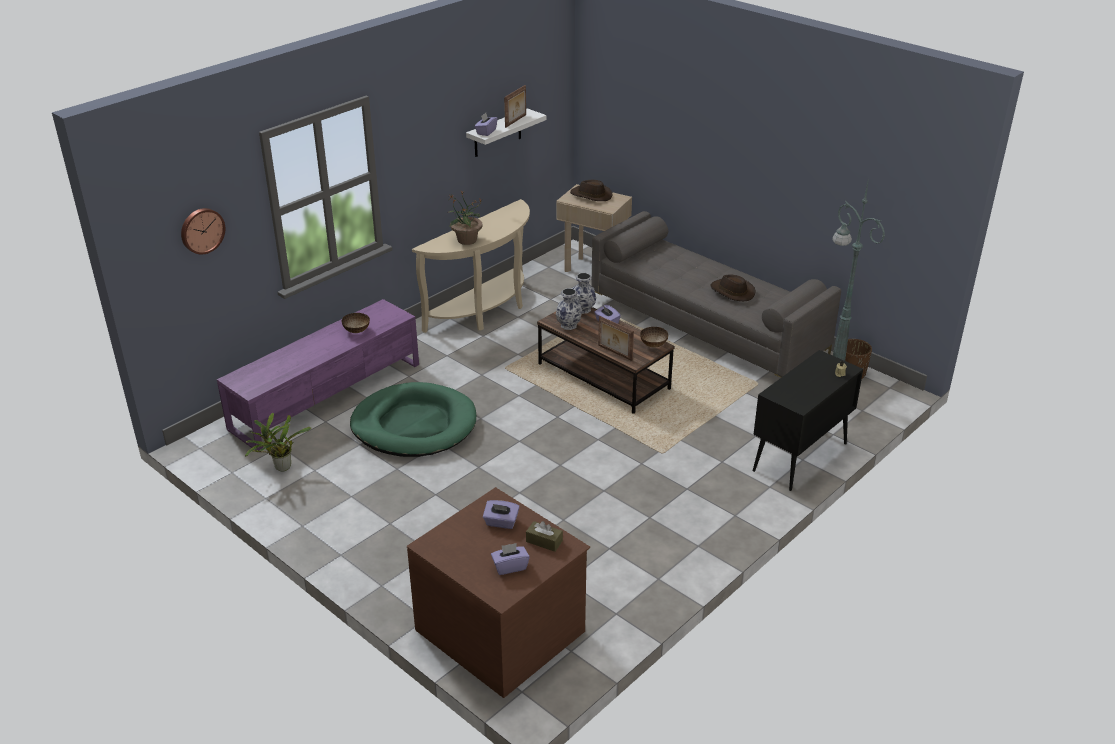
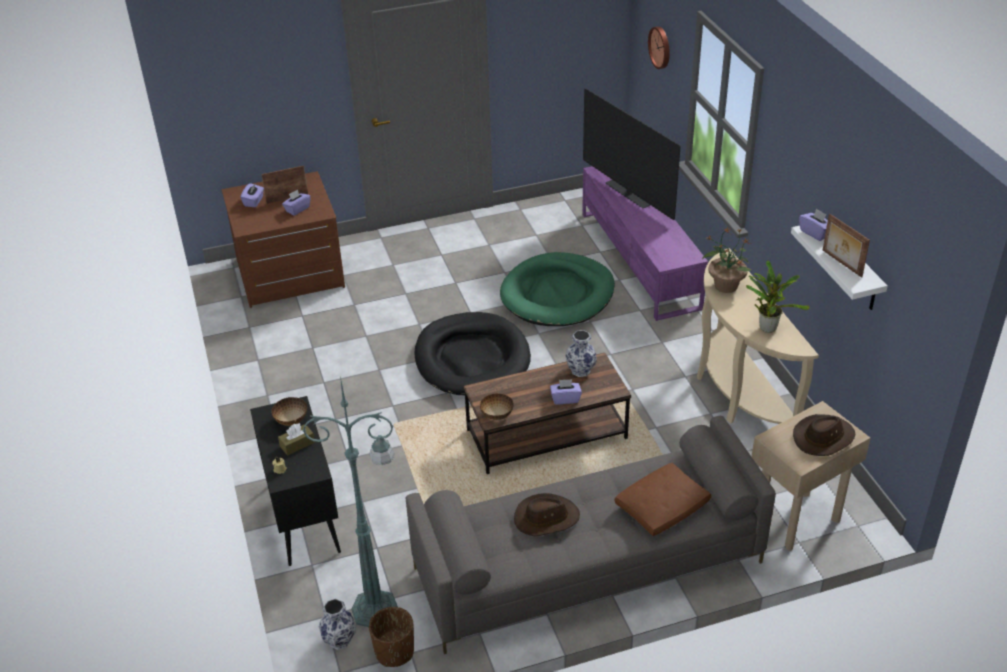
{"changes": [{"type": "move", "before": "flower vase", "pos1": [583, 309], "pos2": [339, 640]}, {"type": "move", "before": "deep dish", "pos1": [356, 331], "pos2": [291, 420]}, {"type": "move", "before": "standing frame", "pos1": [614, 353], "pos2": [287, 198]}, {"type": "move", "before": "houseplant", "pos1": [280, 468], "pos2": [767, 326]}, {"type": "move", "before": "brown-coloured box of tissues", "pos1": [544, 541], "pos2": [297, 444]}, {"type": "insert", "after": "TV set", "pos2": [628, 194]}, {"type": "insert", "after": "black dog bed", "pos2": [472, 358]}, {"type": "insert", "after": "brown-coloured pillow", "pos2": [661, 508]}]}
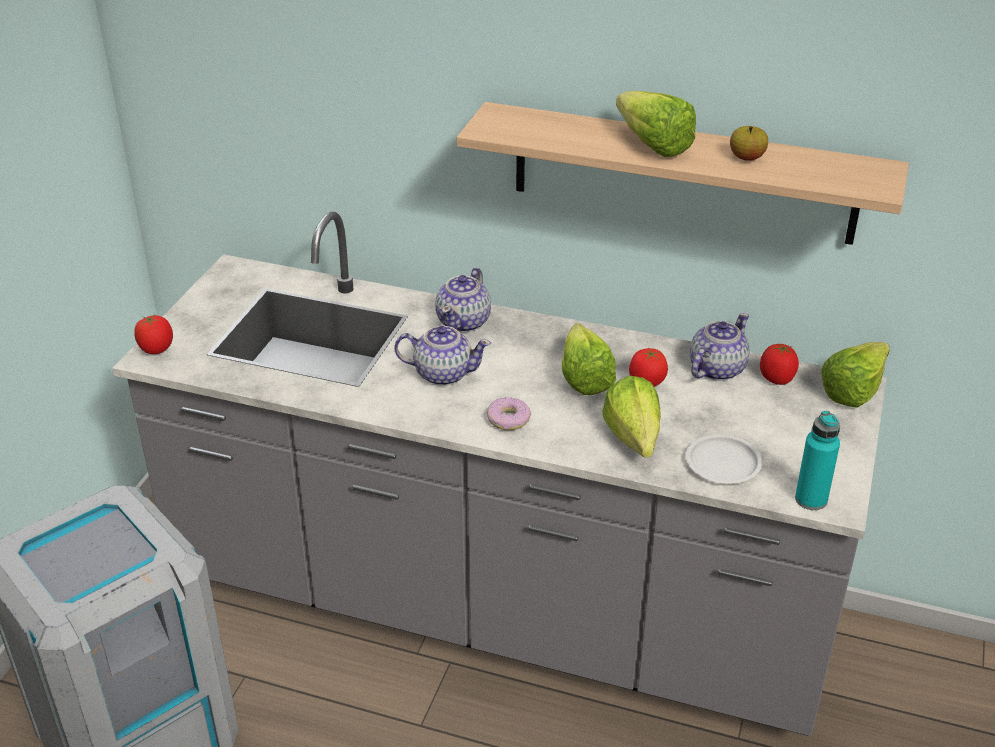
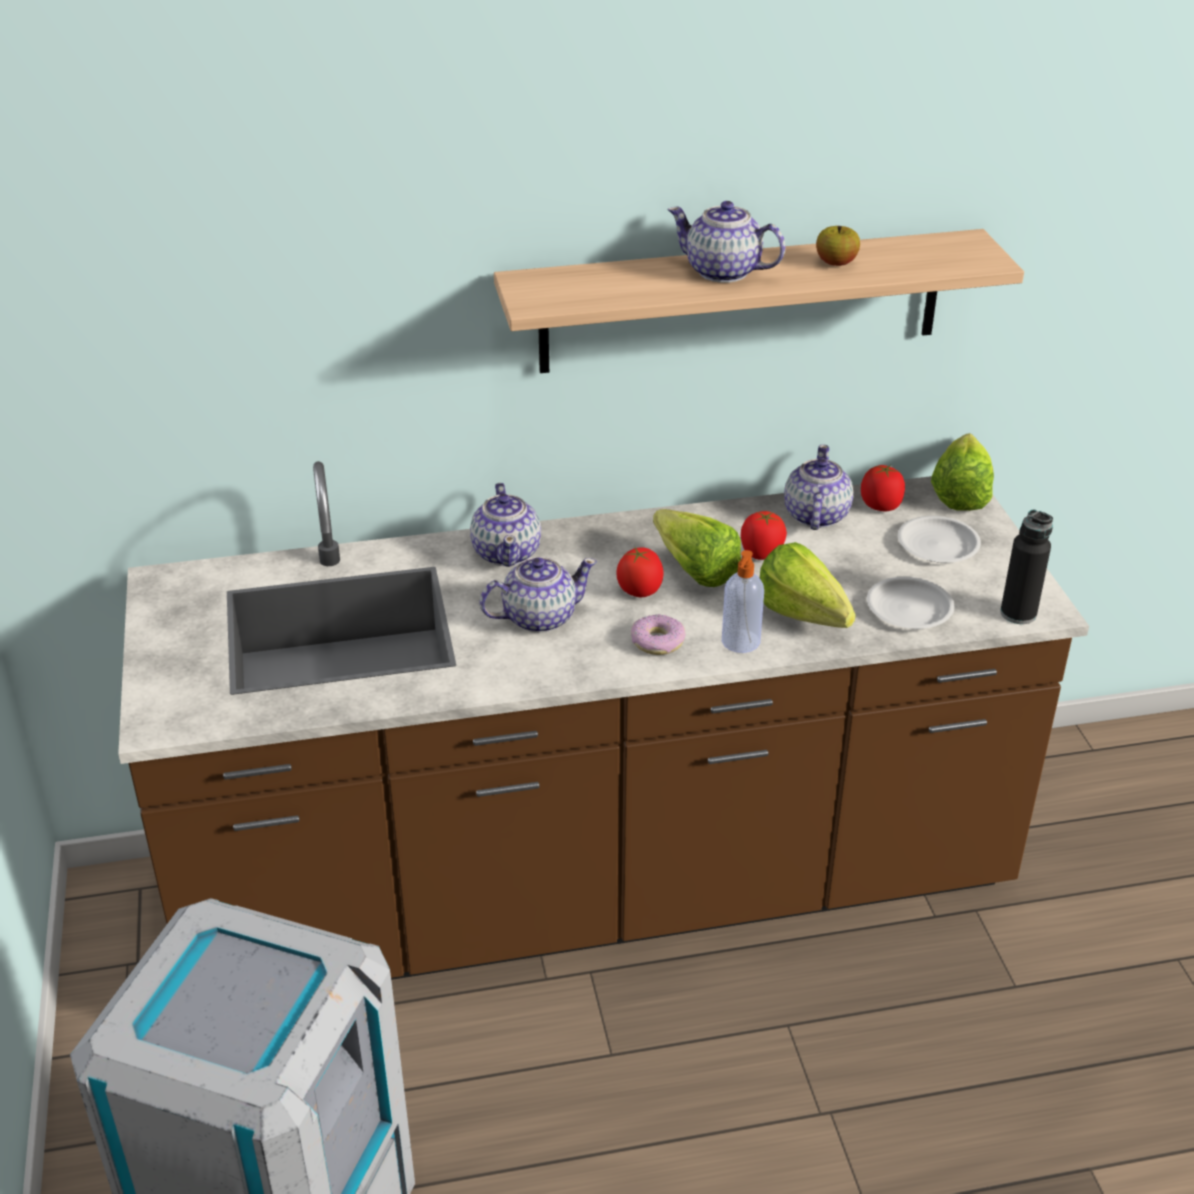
{"changes": [{"type": "replace", "before": "head of lettuce", "after": "pot for tea", "pos1": [649, 143], "pos2": [723, 272]}, {"type": "recolor", "before": "grey kitchen base unit", "after": "brown-coloured kitchen base unit", "pos1": [497, 608], "pos2": [597, 891]}, {"type": "move", "before": "fresh tomato", "pos1": [157, 349], "pos2": [640, 590]}, {"type": "recolor", "before": "turquoise beverage bottle", "after": "black beverage bottle", "pos1": [811, 499], "pos2": [1018, 613]}, {"type": "insert", "after": "white plate", "pos2": [938, 544]}, {"type": "insert", "after": "soap dispenser", "pos2": [740, 642]}]}
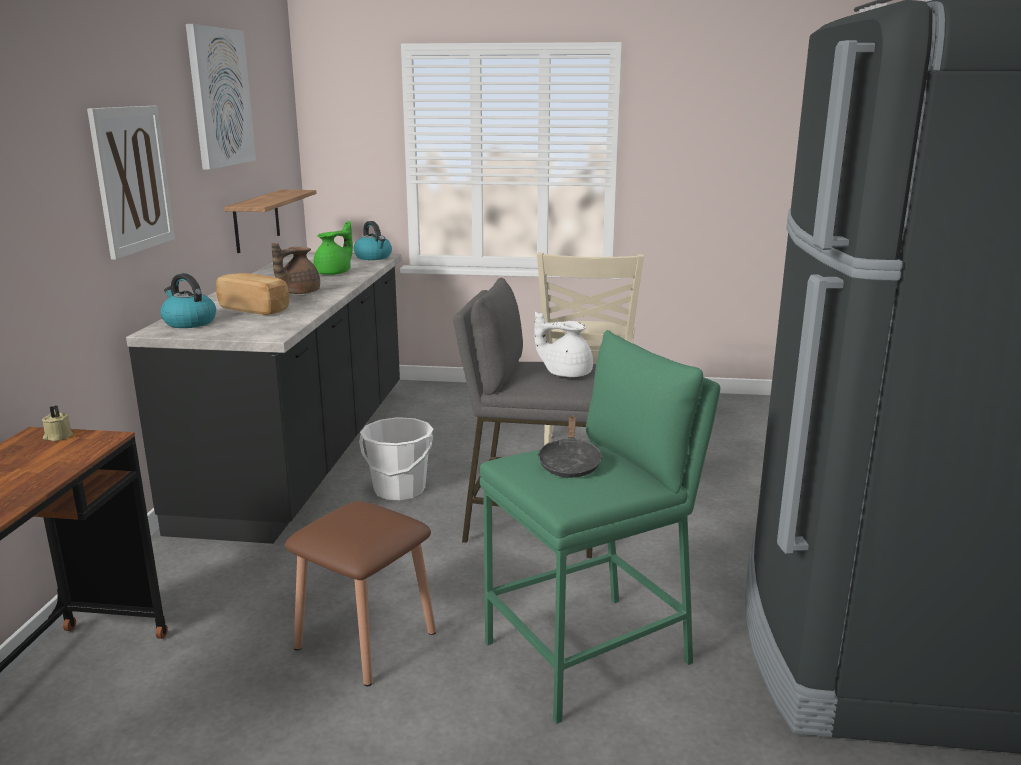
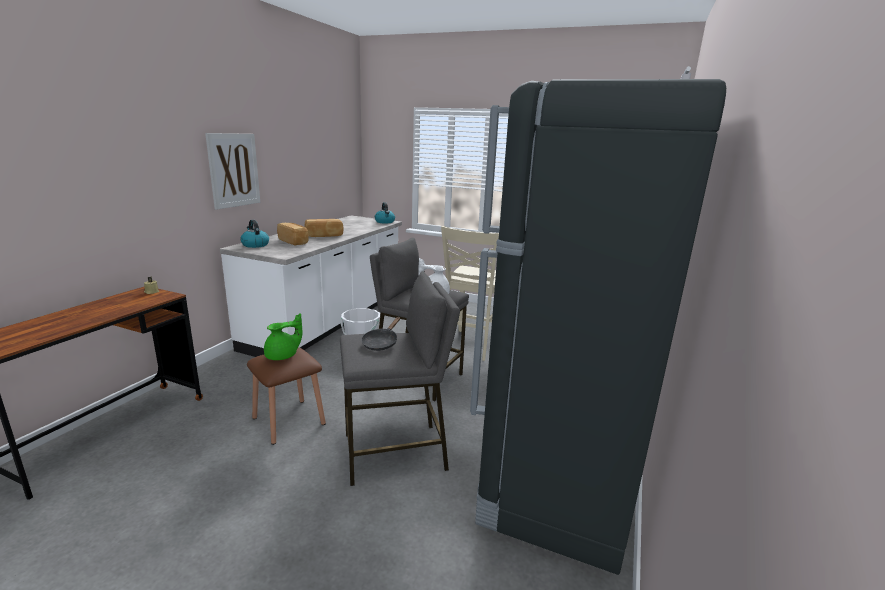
{"changes": [{"type": "delete", "before": "wall art", "pos1": [220, 97]}, {"type": "delete", "before": "wall shelf", "pos1": [256, 220]}, {"type": "move", "before": "green-coloured pot for tea", "pos1": [334, 273], "pos2": [283, 356]}, {"type": "replace", "before": "brown-coloured pot for tea", "after": "baked bread", "pos1": [298, 292], "pos2": [324, 236]}, {"type": "recolor", "before": "black kitchen base unit", "after": "white kitchen base unit", "pos1": [305, 453], "pos2": [329, 321]}, {"type": "recolor", "before": "green-coloured stool seat", "after": "grey stool seat", "pos1": [589, 654], "pos2": [395, 452]}]}
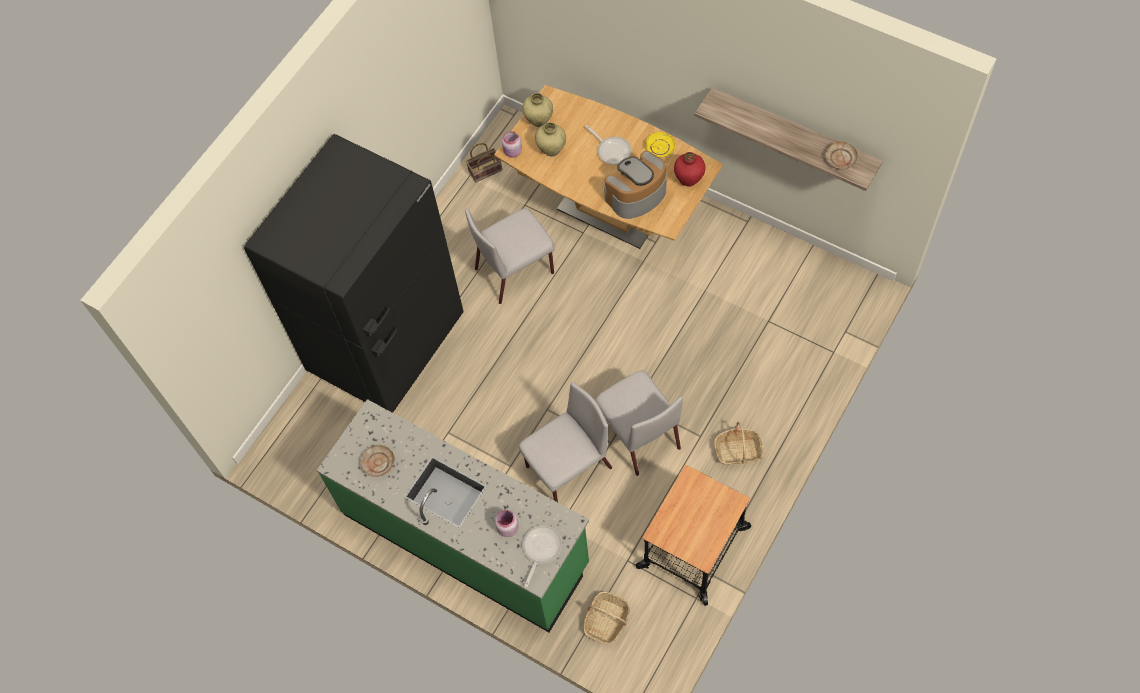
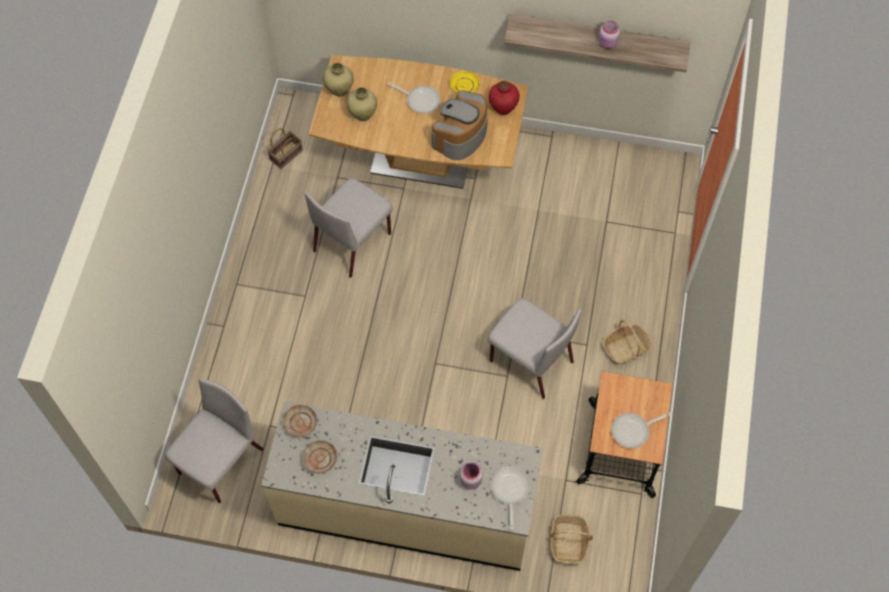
{"changes": [{"type": "move", "before": "pinkish jar", "pos1": [512, 152], "pos2": [607, 43]}, {"type": "delete", "before": "black refrigerator", "pos1": [387, 344]}, {"type": "move", "before": "beige-coloured plate", "pos1": [840, 158], "pos2": [300, 423]}, {"type": "move", "before": "grey chair", "pos1": [567, 468], "pos2": [220, 463]}, {"type": "recolor", "before": "green-coloured kitchen base unit", "after": "beige-coloured kitchen base unit", "pos1": [466, 538], "pos2": [406, 508]}, {"type": "insert", "after": "frying pan", "pos2": [633, 431]}]}
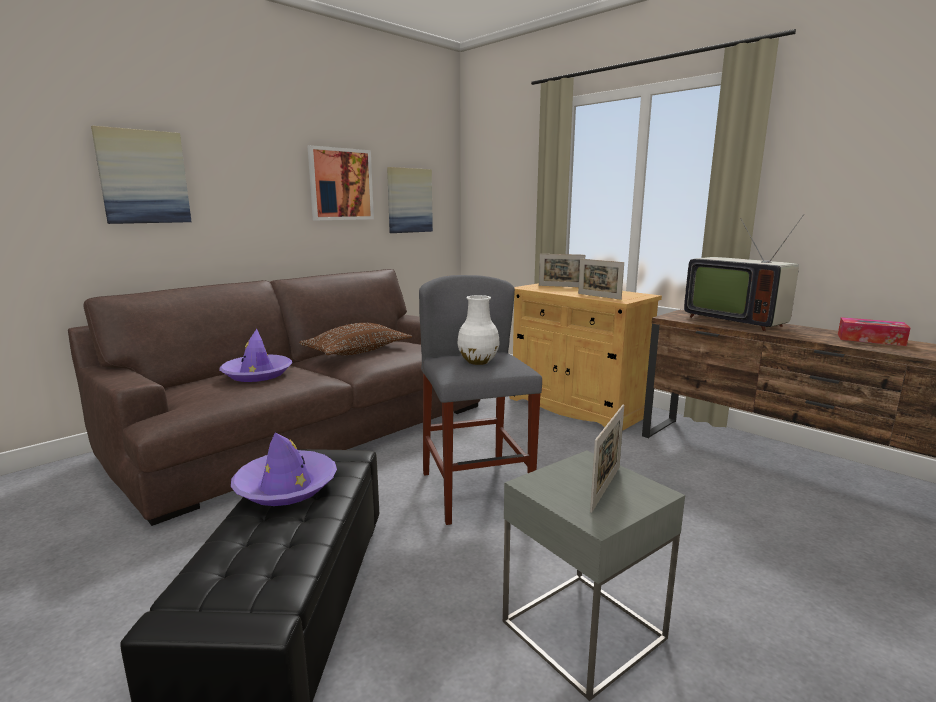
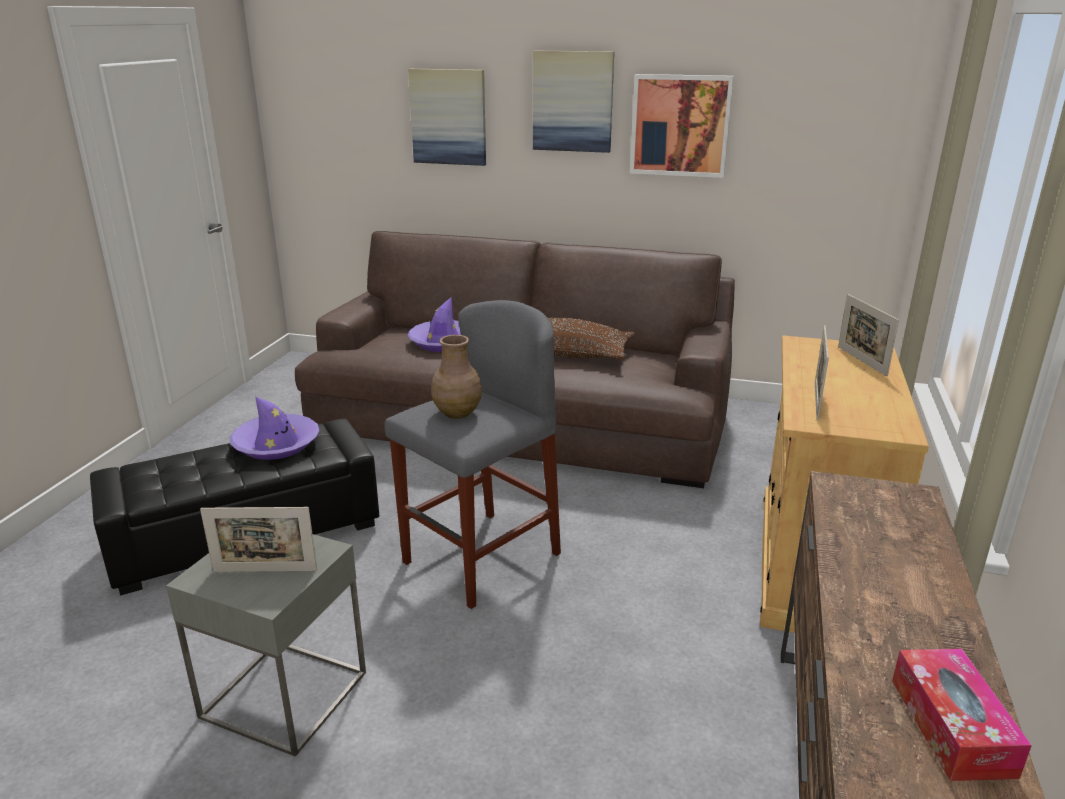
{"changes": [{"type": "move", "before": "wall art", "pos1": [409, 200], "pos2": [573, 101]}, {"type": "delete", "before": "TV set", "pos1": [735, 321]}, {"type": "recolor", "before": "white flower vase", "after": "brown-coloured flower vase", "pos1": [477, 361], "pos2": [457, 412]}]}
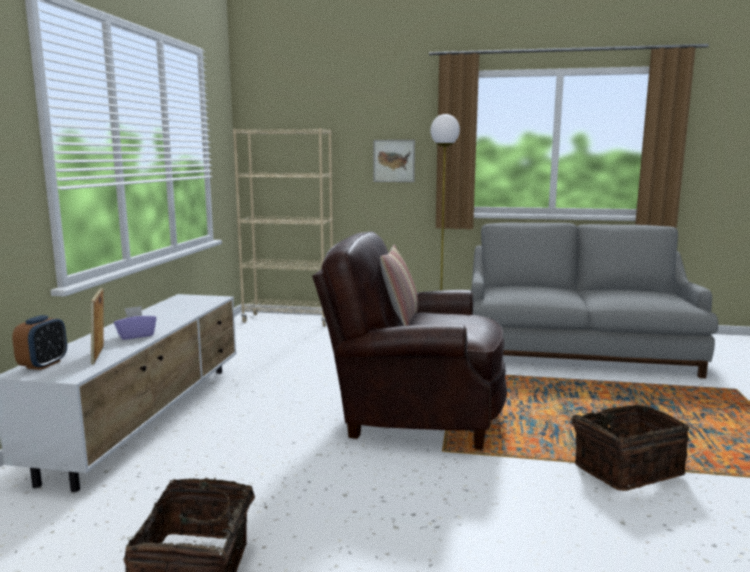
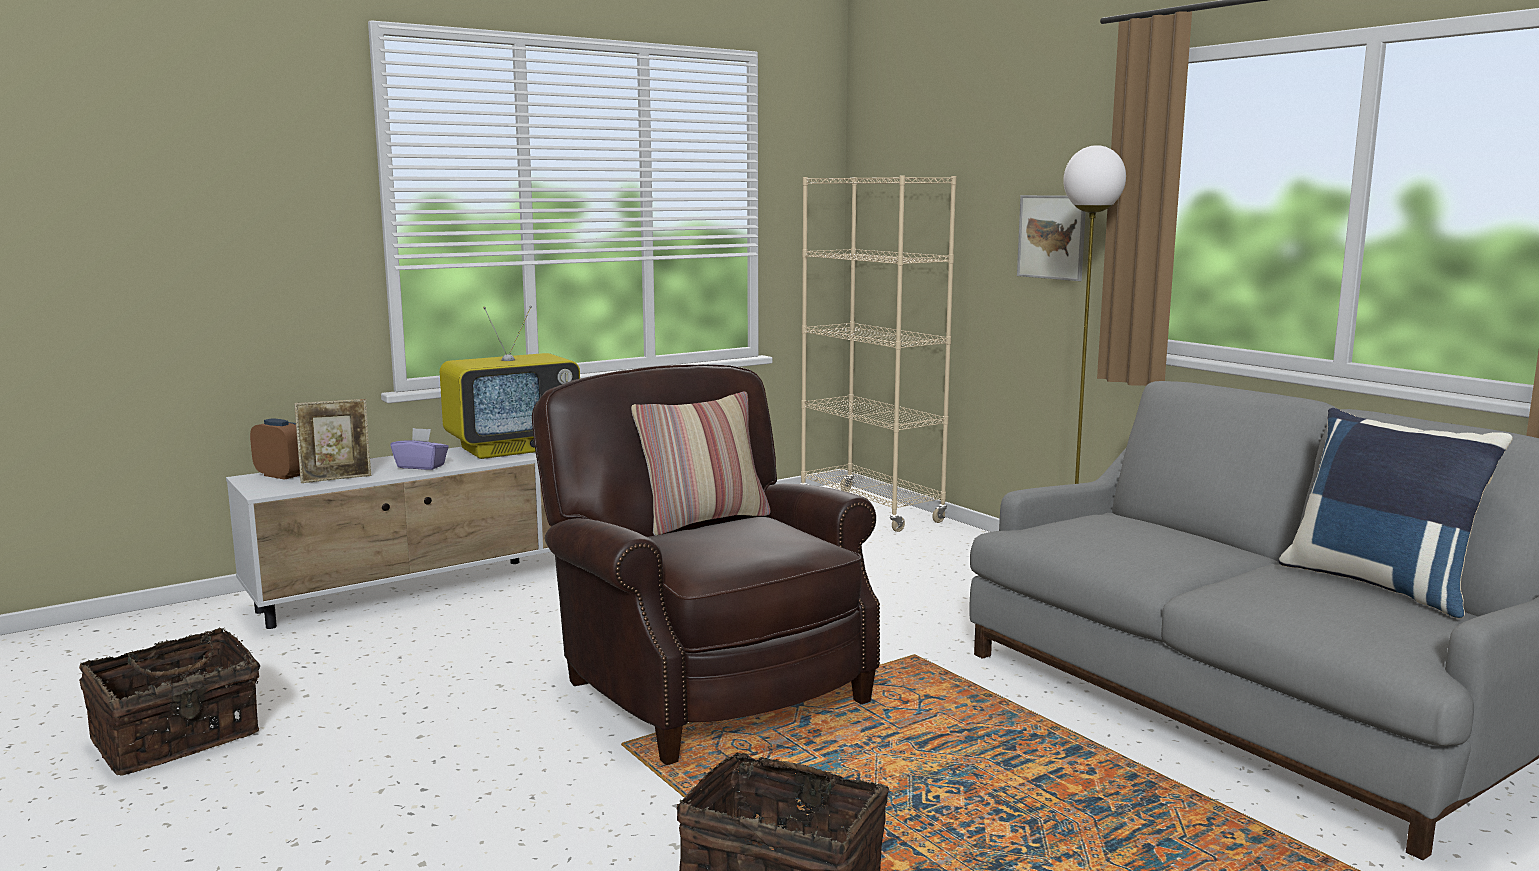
{"changes": [{"type": "rotate", "before": "standing frame", "pos1": [100, 356], "pos2": [336, 479], "turn": -150}, {"type": "rotate", "before": "table clock", "pos1": [43, 364], "pos2": [282, 475], "turn": -120}, {"type": "insert", "after": "TV set", "pos2": [514, 448]}, {"type": "insert", "after": "bluish pillow", "pos2": [1380, 585]}]}
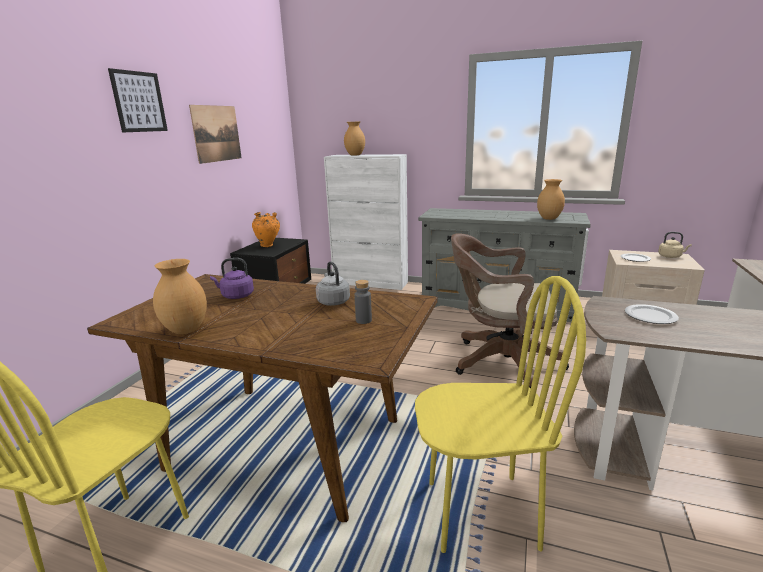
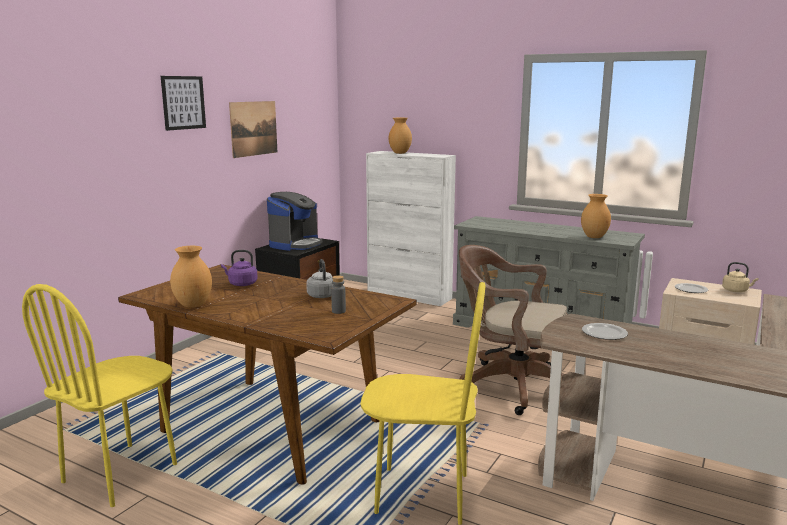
{"changes": [{"type": "replace", "before": "orange-coloured flower vase", "after": "coffee machine", "pos1": [268, 246], "pos2": [295, 244]}]}
